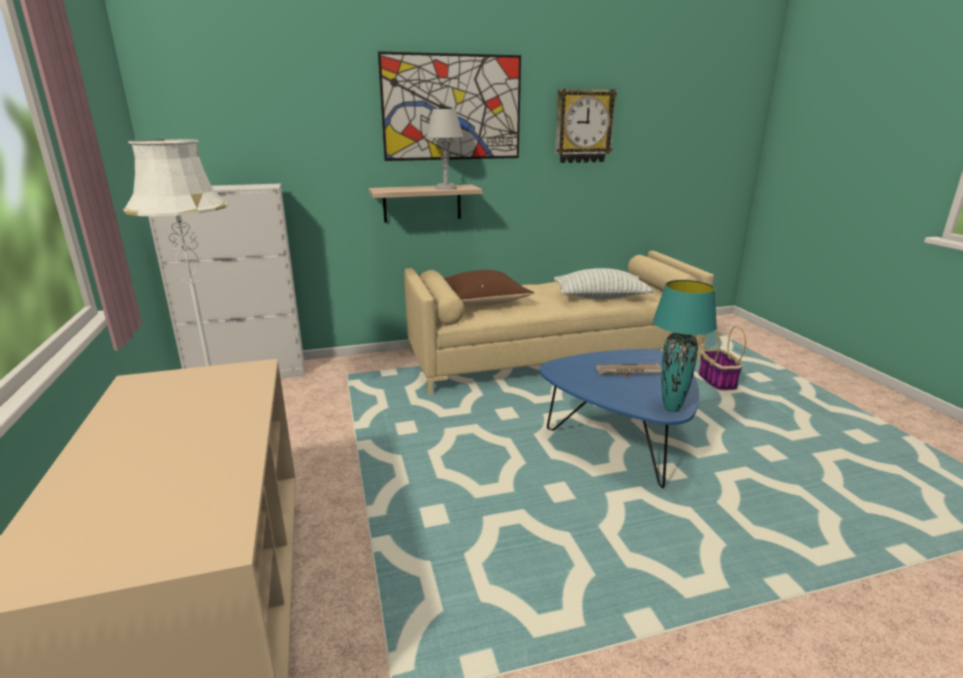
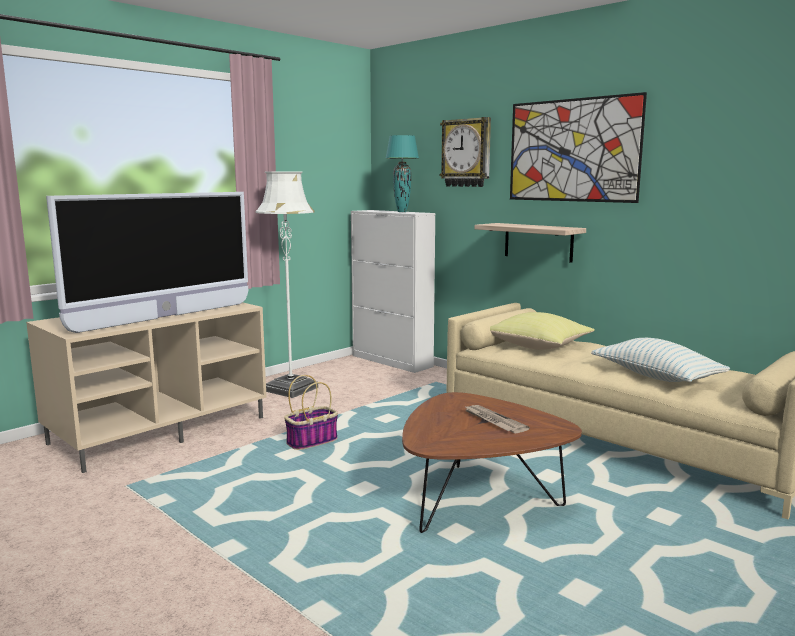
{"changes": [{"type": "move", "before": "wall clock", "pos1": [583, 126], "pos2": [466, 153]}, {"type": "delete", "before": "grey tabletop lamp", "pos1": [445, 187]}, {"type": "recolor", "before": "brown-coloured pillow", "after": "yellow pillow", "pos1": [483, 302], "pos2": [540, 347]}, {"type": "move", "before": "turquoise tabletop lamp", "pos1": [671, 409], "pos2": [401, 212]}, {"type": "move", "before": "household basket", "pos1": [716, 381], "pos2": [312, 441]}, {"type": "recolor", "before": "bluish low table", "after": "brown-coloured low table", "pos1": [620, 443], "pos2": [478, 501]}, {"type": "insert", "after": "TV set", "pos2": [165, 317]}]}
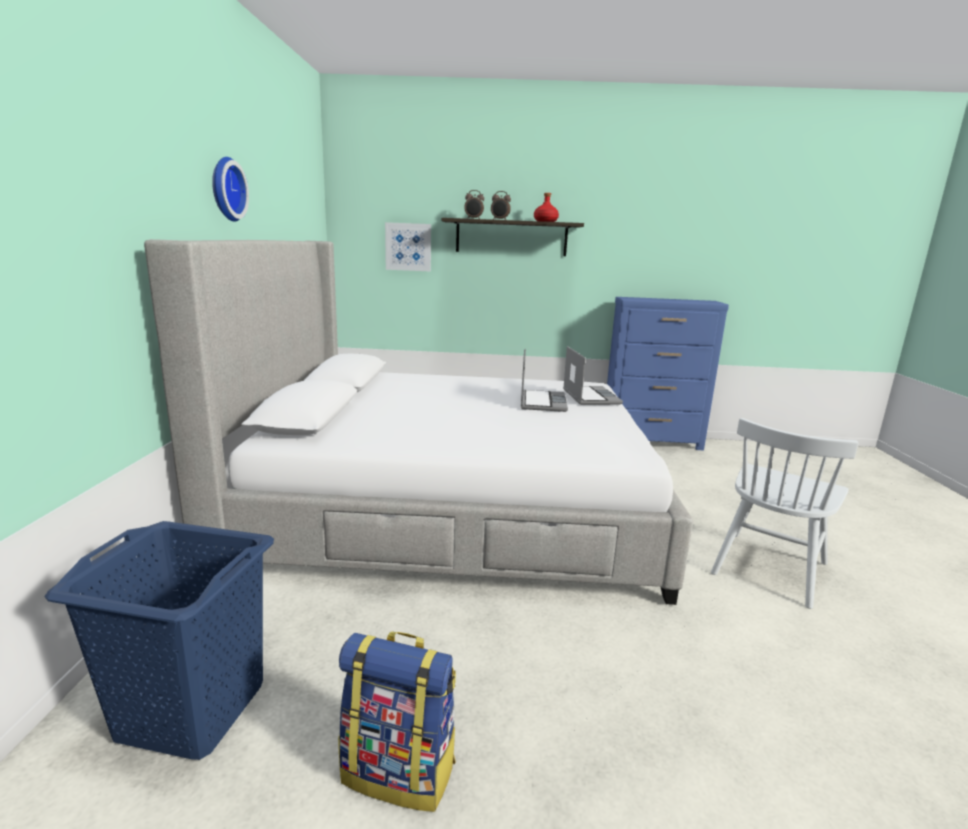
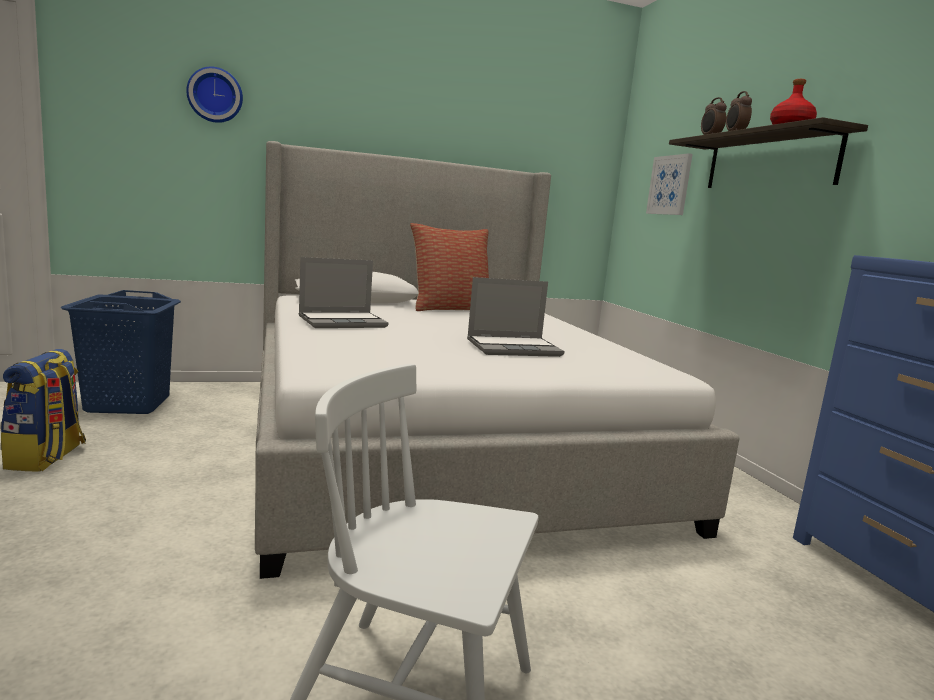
{"changes": [{"type": "move", "before": "wall clock", "pos1": [225, 189], "pos2": [215, 95]}, {"type": "move", "before": "laptop", "pos1": [589, 397], "pos2": [343, 322]}, {"type": "insert", "after": "pillow", "pos2": [450, 309]}]}
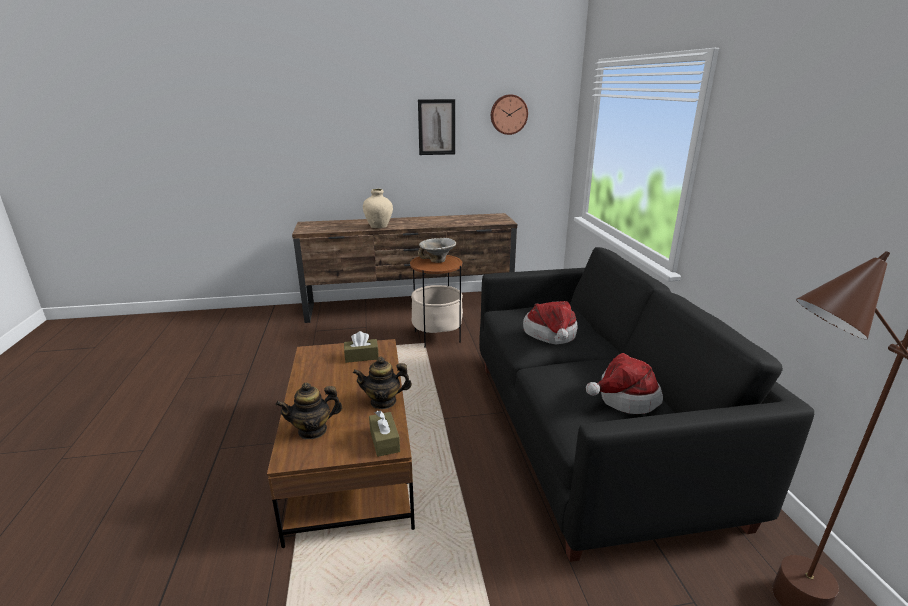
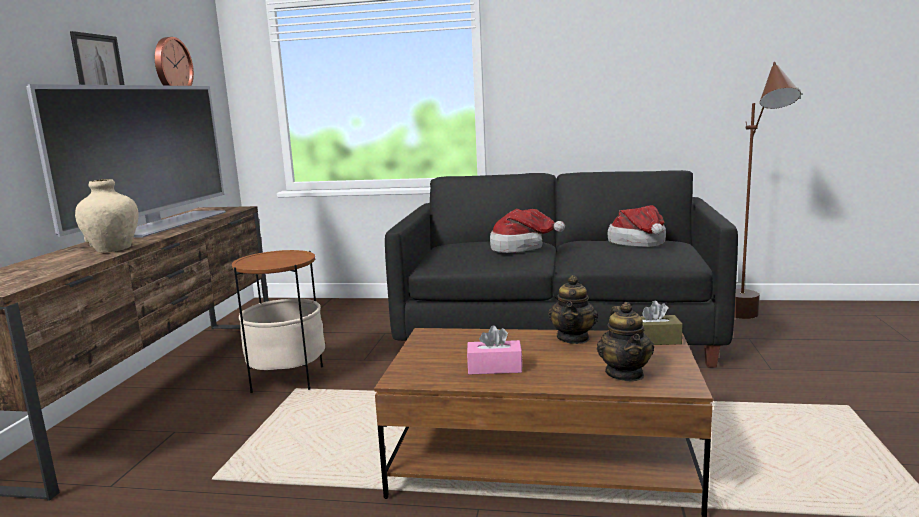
{"changes": [{"type": "delete", "before": "deep dish", "pos1": [437, 261]}, {"type": "delete", "before": "brown-coloured box of tissues", "pos1": [361, 356]}, {"type": "insert", "after": "TV set", "pos2": [168, 224]}, {"type": "insert", "after": "pinkish box of tissues", "pos2": [494, 368]}]}
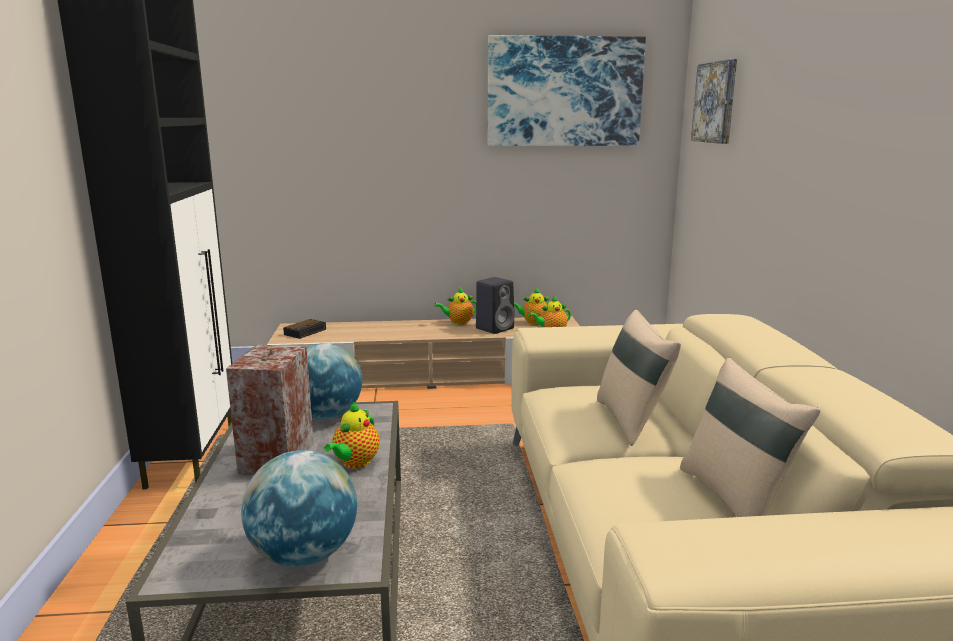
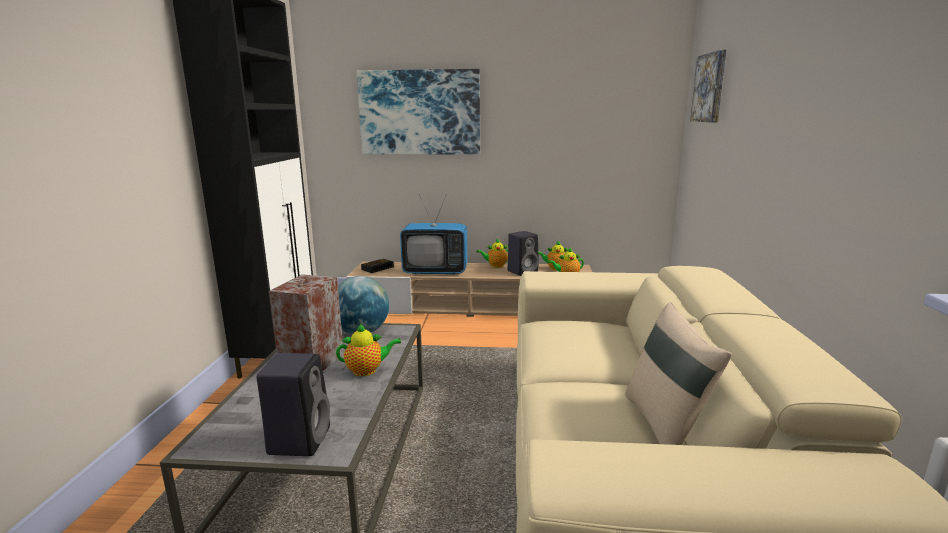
{"changes": [{"type": "move", "before": "wall art", "pos1": [564, 92], "pos2": [419, 112]}, {"type": "delete", "before": "beige-coloured pillow", "pos1": [632, 421]}, {"type": "rotate", "before": "pot for tea", "pos1": [355, 463], "pos2": [367, 371], "turn": -135}, {"type": "replace", "before": "desk globe", "after": "black loudspeaker", "pos1": [304, 555], "pos2": [299, 439]}, {"type": "insert", "after": "TV set", "pos2": [435, 271]}]}
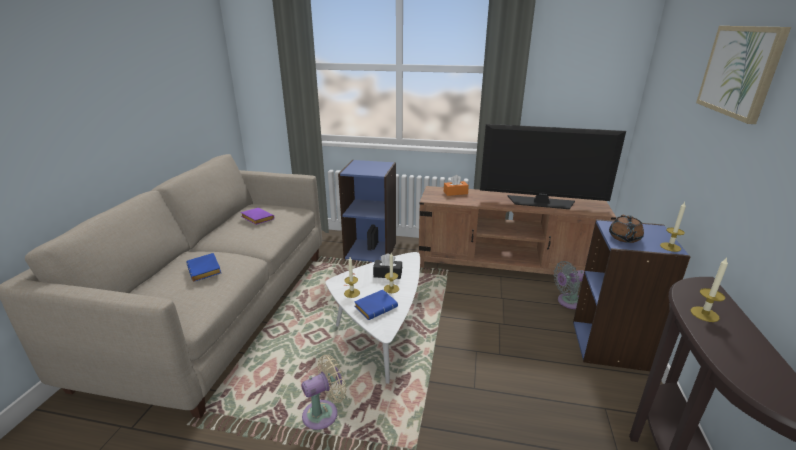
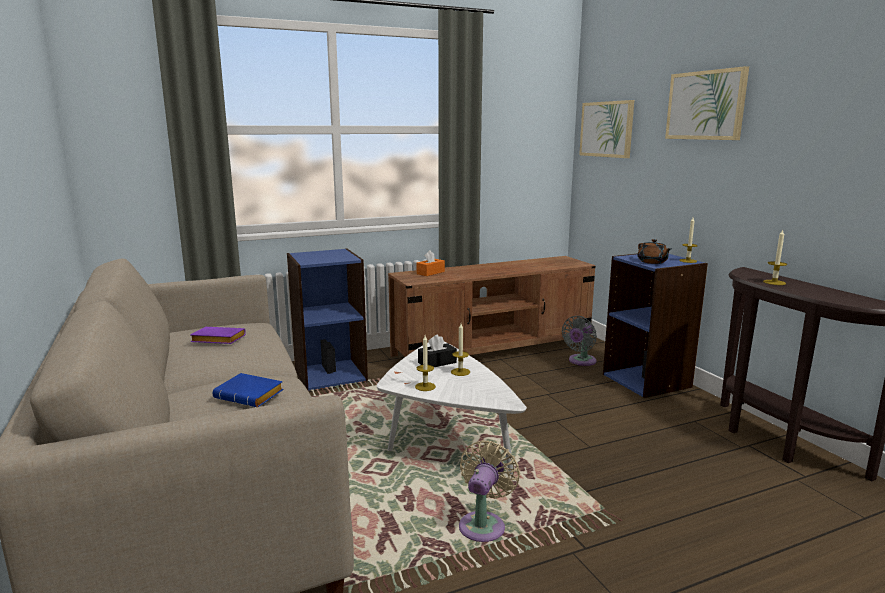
{"changes": [{"type": "delete", "before": "TV set", "pos1": [541, 202]}, {"type": "delete", "before": "bluish book", "pos1": [376, 307]}, {"type": "insert", "after": "wall art", "pos2": [606, 129]}]}
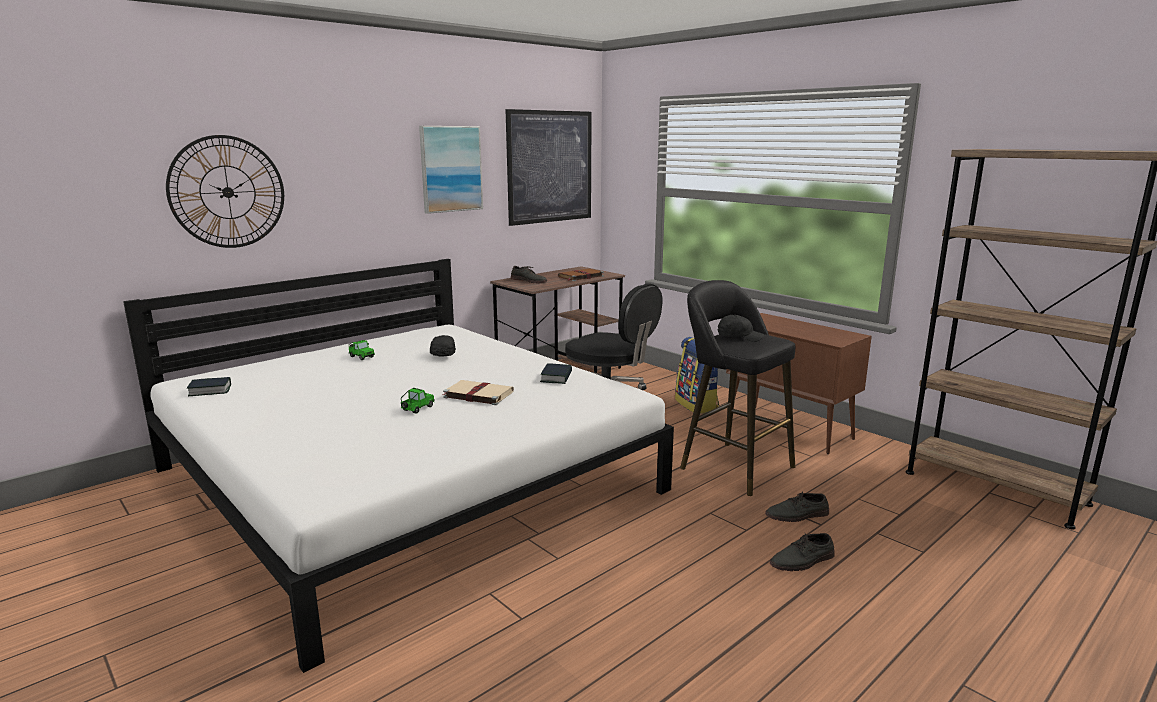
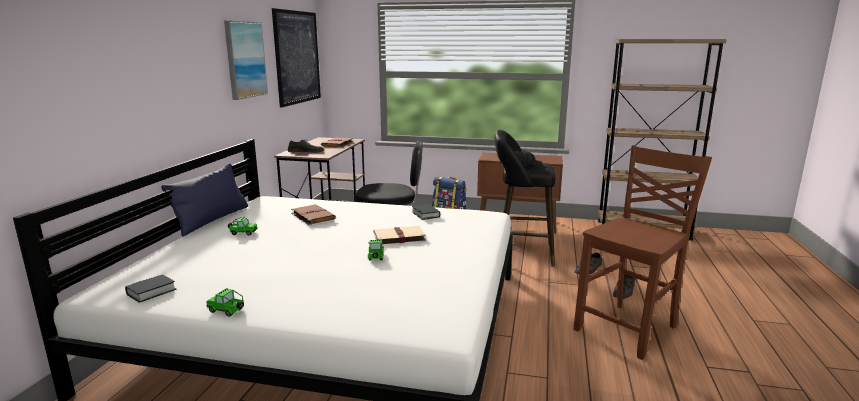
{"changes": [{"type": "delete", "before": "wall clock", "pos1": [228, 192]}, {"type": "replace", "before": "black peaked cap", "after": "brown-coloured book", "pos1": [443, 353], "pos2": [312, 216]}, {"type": "insert", "after": "brown-coloured chair", "pos2": [628, 329]}, {"type": "insert", "after": "bluish pillow", "pos2": [212, 220]}, {"type": "insert", "after": "toy car", "pos2": [227, 311]}]}
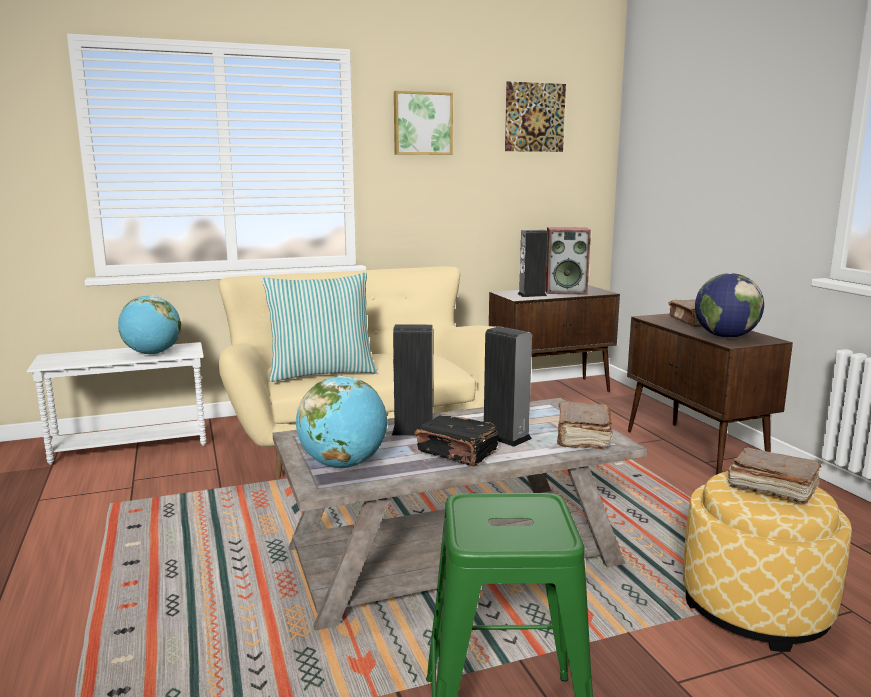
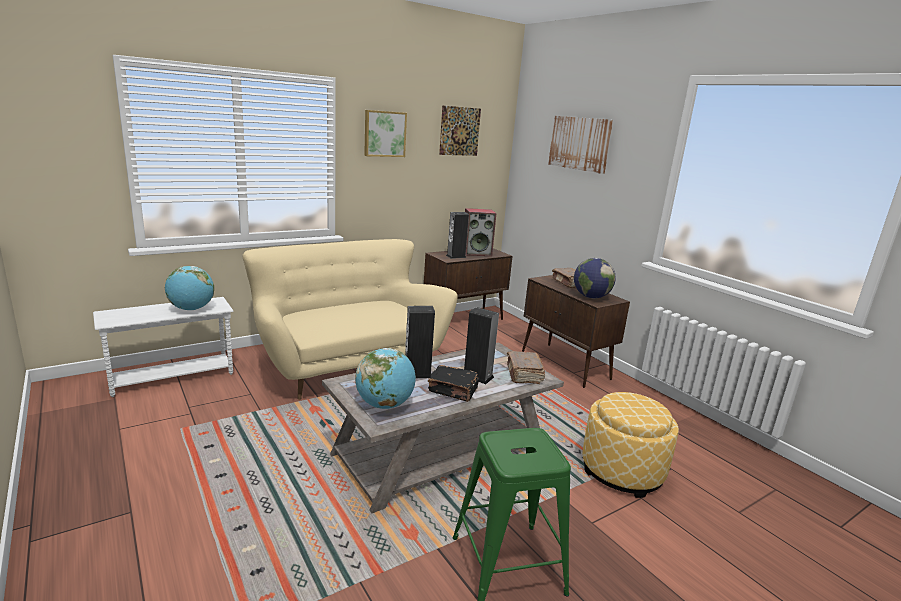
{"changes": [{"type": "delete", "before": "pillow", "pos1": [321, 373]}, {"type": "delete", "before": "brown-coloured book", "pos1": [771, 488]}, {"type": "insert", "after": "wall art", "pos2": [580, 143]}]}
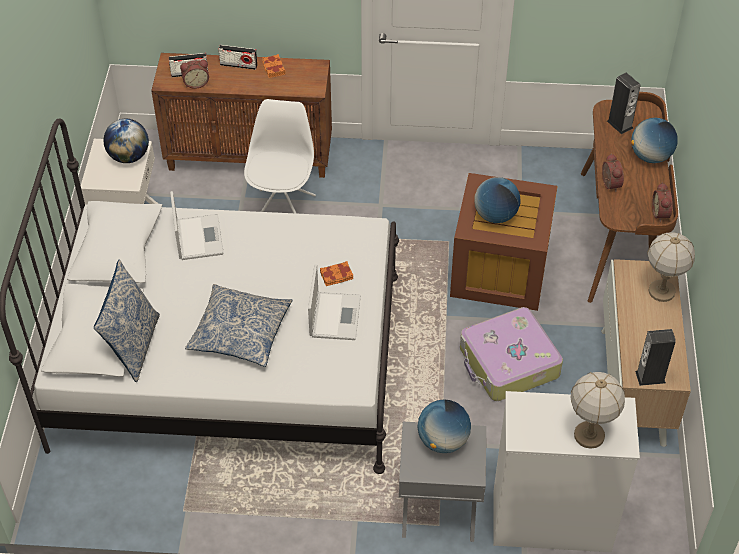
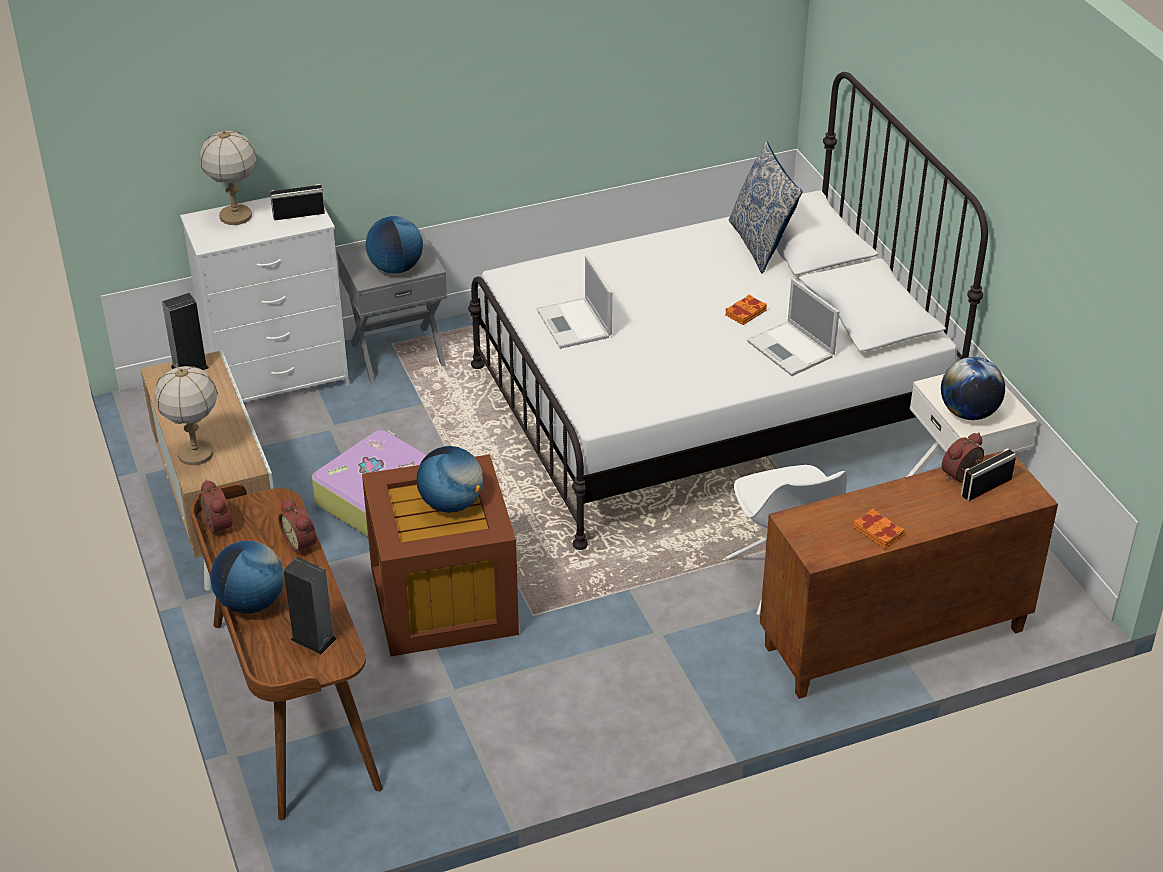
{"changes": [{"type": "move", "before": "radio receiver", "pos1": [238, 65], "pos2": [298, 214]}, {"type": "move", "before": "orange-coloured book", "pos1": [336, 276], "pos2": [745, 313]}, {"type": "delete", "before": "pillow", "pos1": [240, 332]}]}
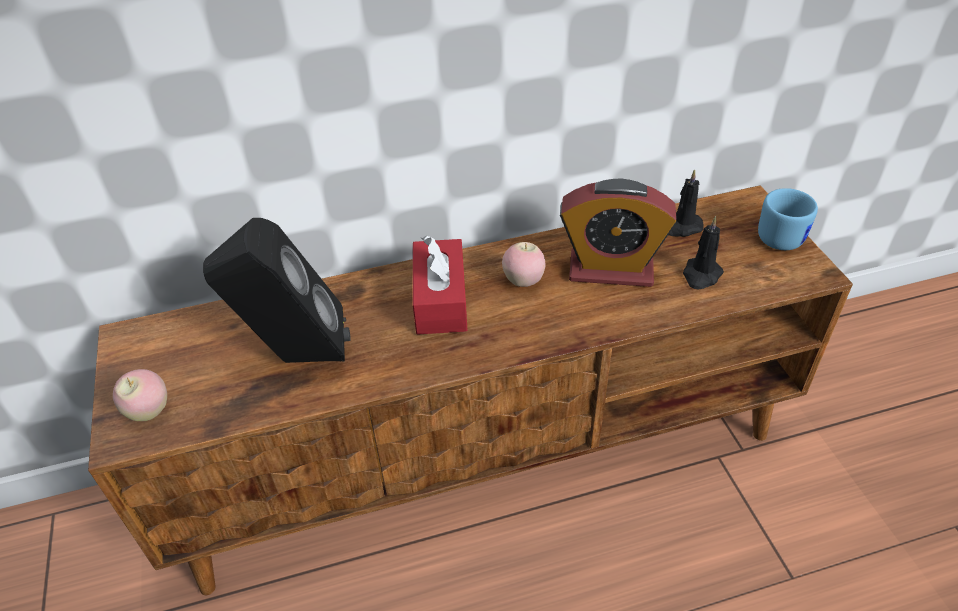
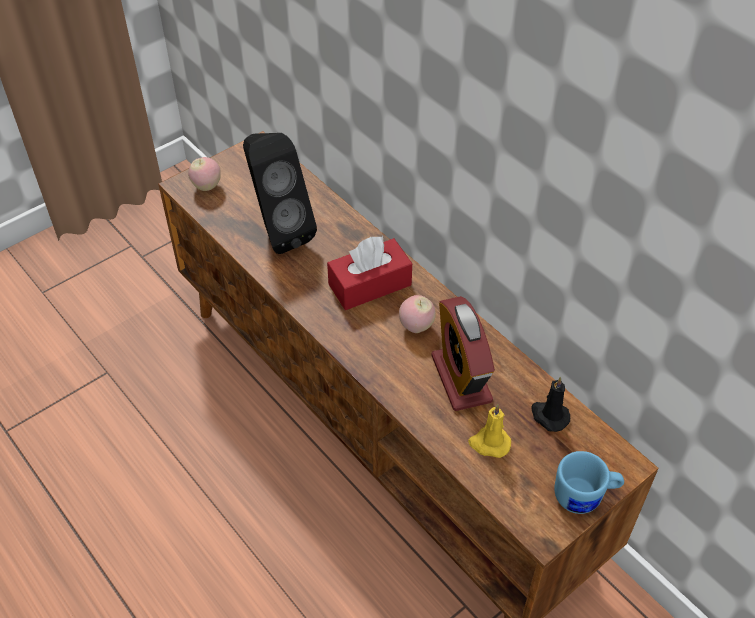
{"changes": [{"type": "recolor", "before": "black wax light", "after": "yellow wax light", "pos1": [701, 275], "pos2": [489, 443]}]}
